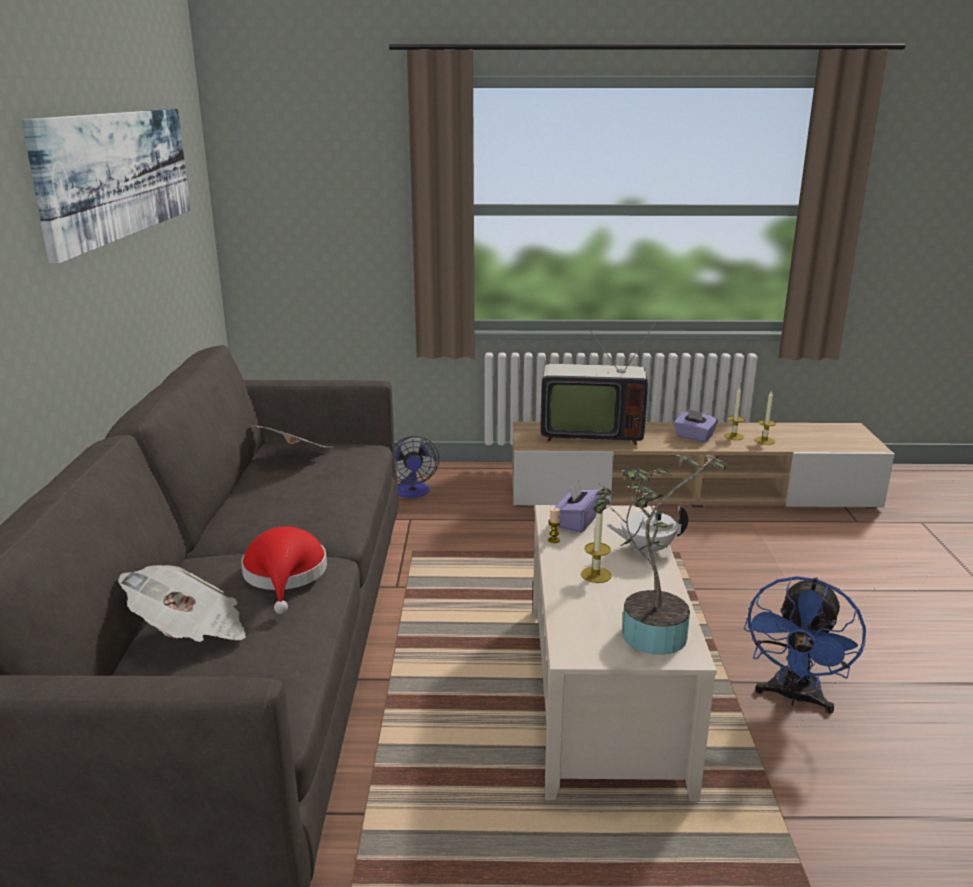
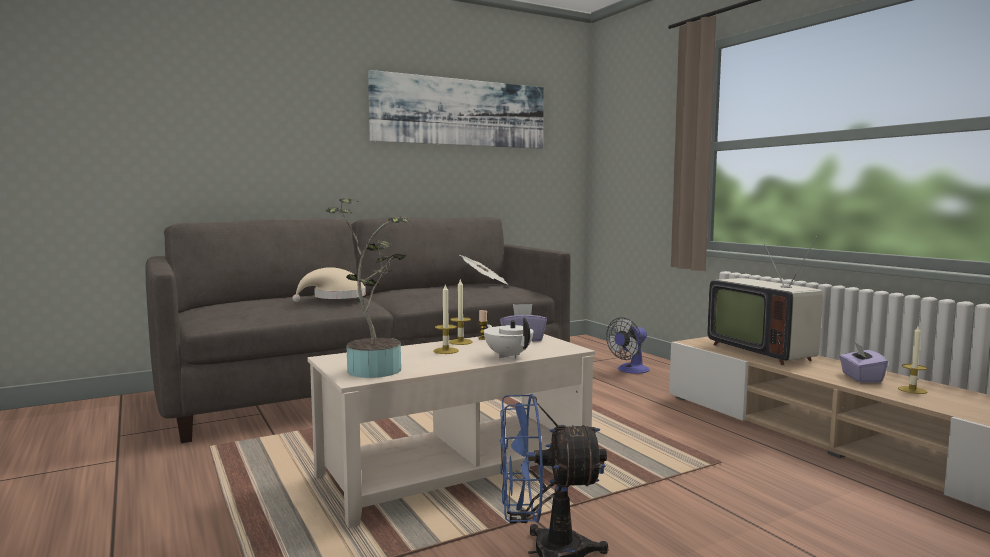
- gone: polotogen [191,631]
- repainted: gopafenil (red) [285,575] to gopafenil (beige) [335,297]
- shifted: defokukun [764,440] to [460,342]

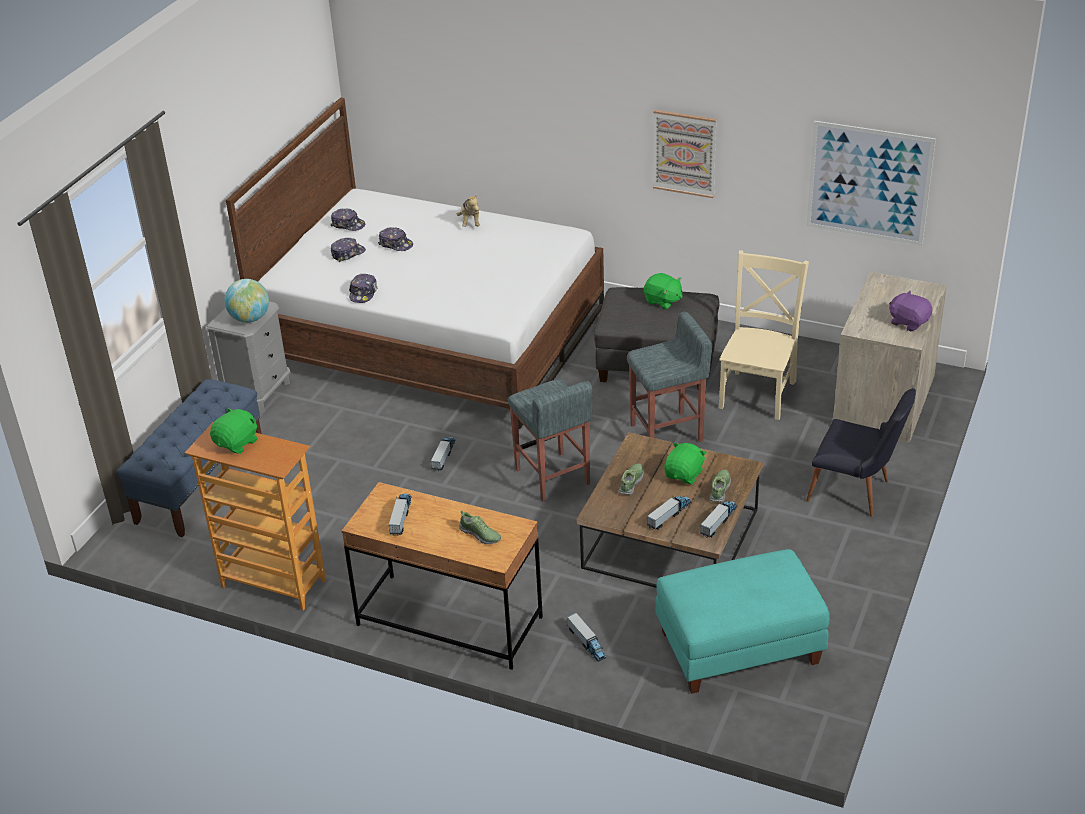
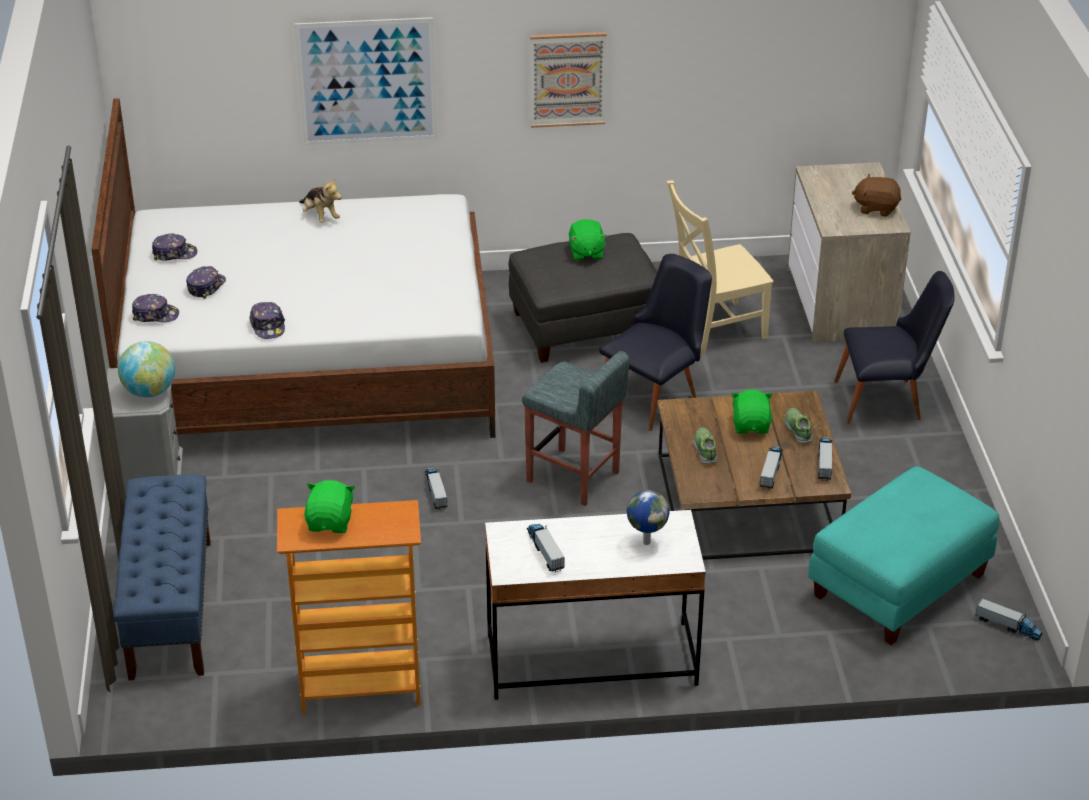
- repainted: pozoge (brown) [449,621] to pozoge (white) [591,660]
- shifted: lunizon [396,244] to [155,315]
- swapped: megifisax [480,535] to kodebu [646,542]
- shifted: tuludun [586,643] to [1008,626]
- swapped: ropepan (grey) [668,433] to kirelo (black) [655,396]
- rotated: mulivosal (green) [663,301] = [586,253] 75 degrees clockwise
- rotated: kirelo (beige) [758,392] = [713,328] 105 degrees counterclockwise
- shifted: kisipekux [869,183] to [367,81]
- repainted: mulivosal (purple) [908,322] to mulivosal (brown) [876,208]

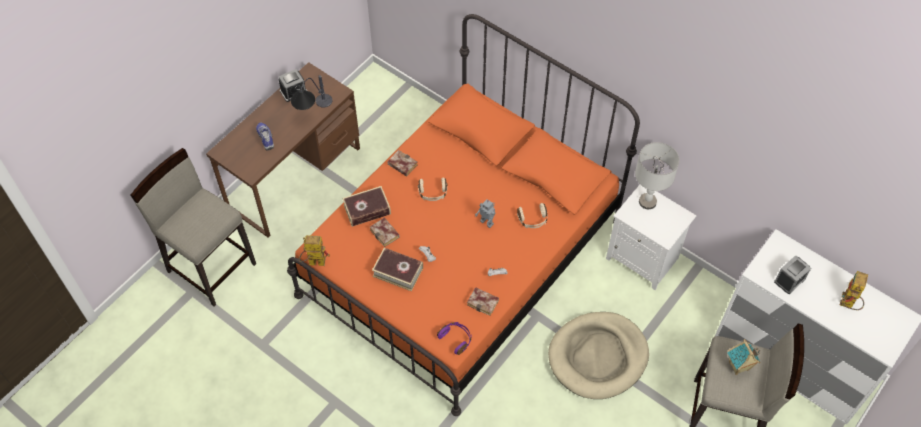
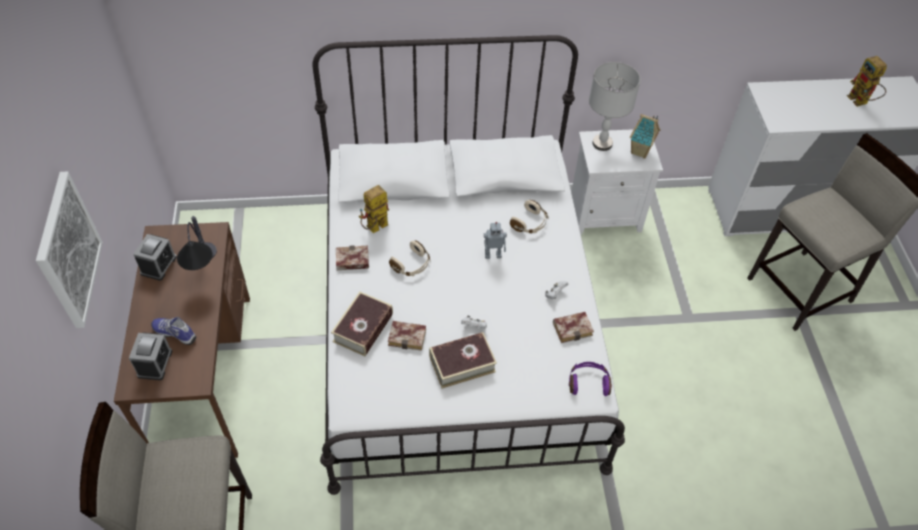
- repainted: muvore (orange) [460,257] to muvore (white) [456,326]
- shifted: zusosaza [313,262] to [374,229]
- gone: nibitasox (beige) [598,357]
- shifted: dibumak [738,367] to [640,152]
- shifted: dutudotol [789,280] to [155,363]
- new: kisipekux [68,250]

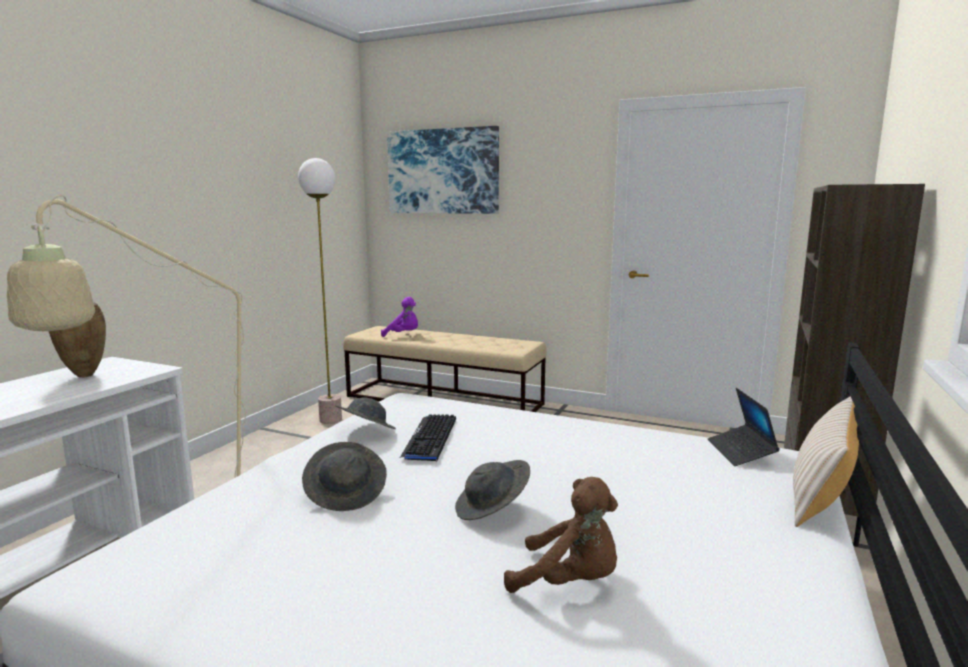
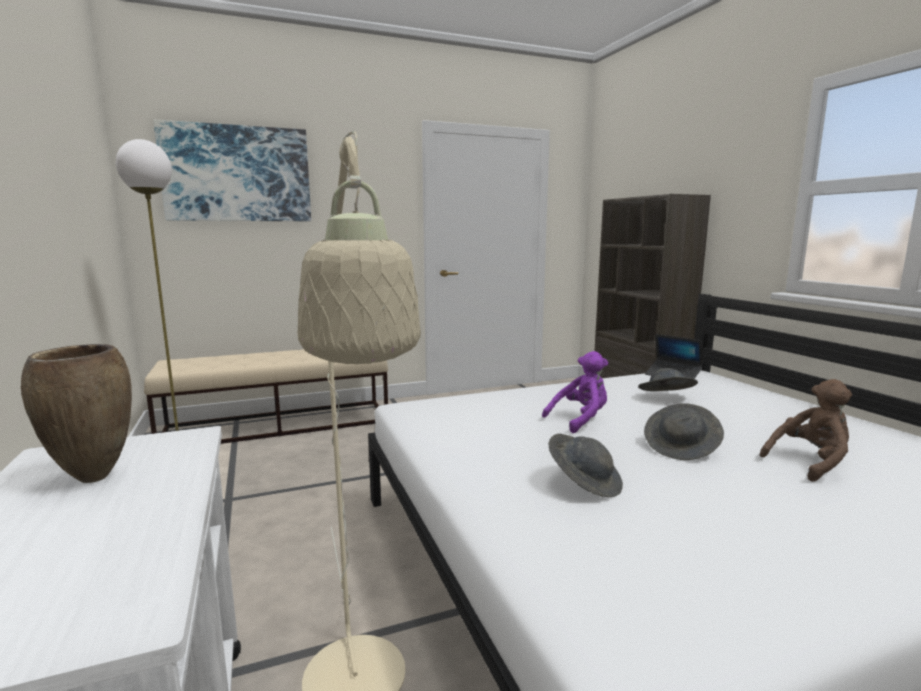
- shifted: gopafenil (grey) [365,432] to [666,398]
- shifted: mulivosal (purple) [403,335] to [580,420]
- gone: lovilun [430,438]
- gone: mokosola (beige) [821,491]

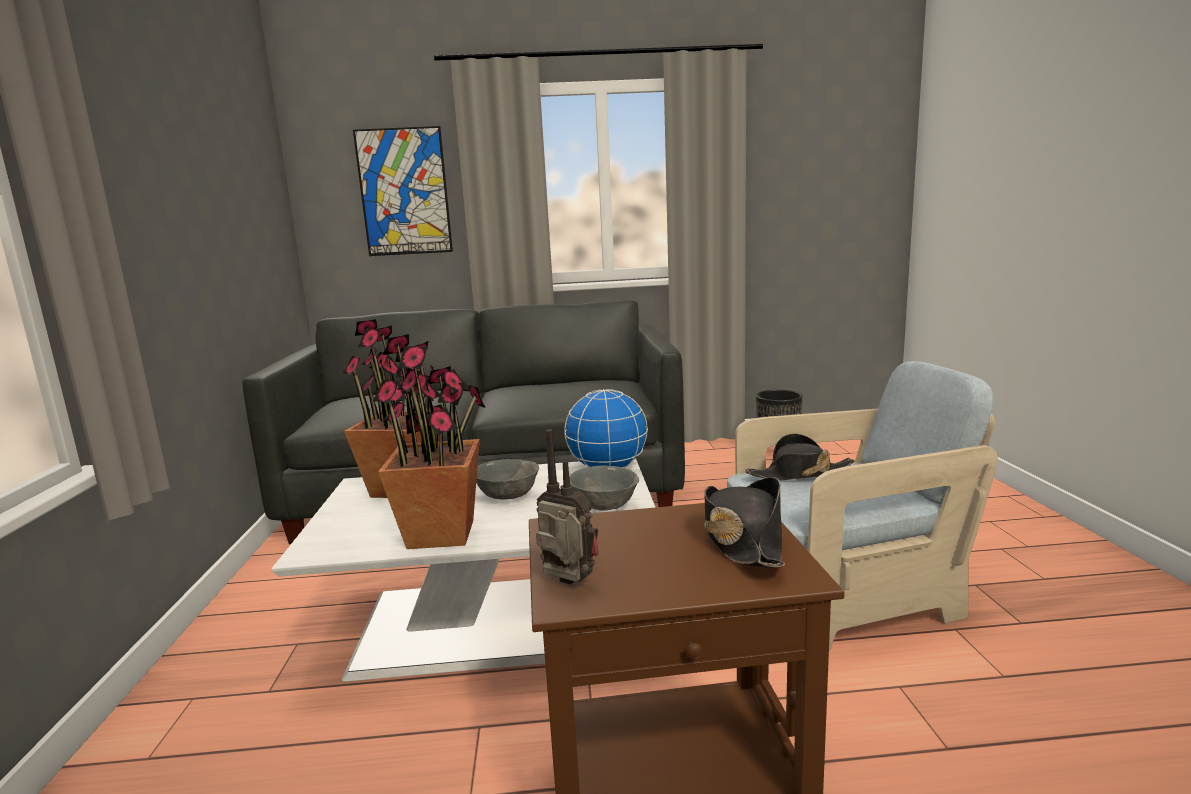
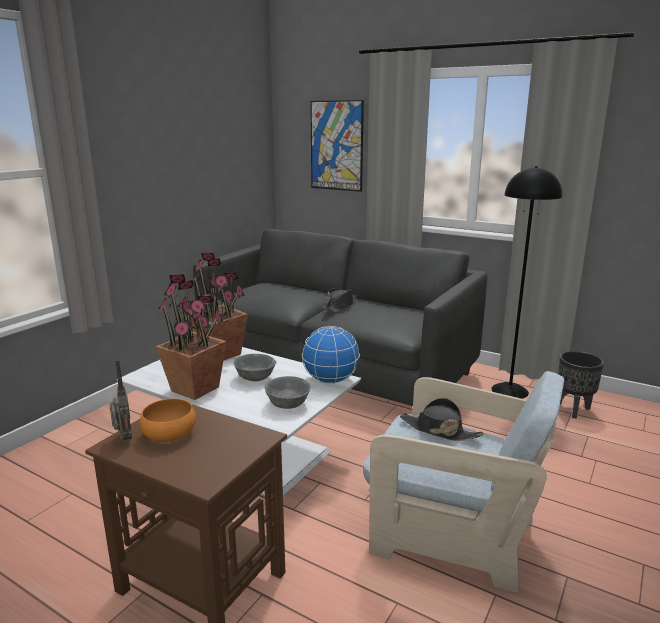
- shifted: gopafenil (black) [742,538] to [340,305]
- new: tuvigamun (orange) [169,433]
- new: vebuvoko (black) [510,390]

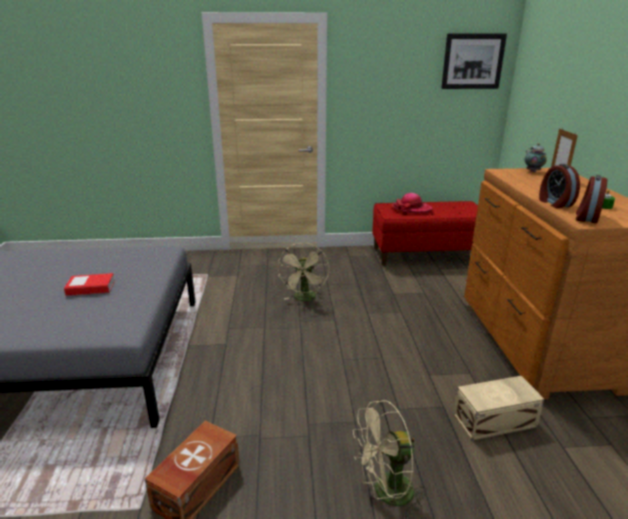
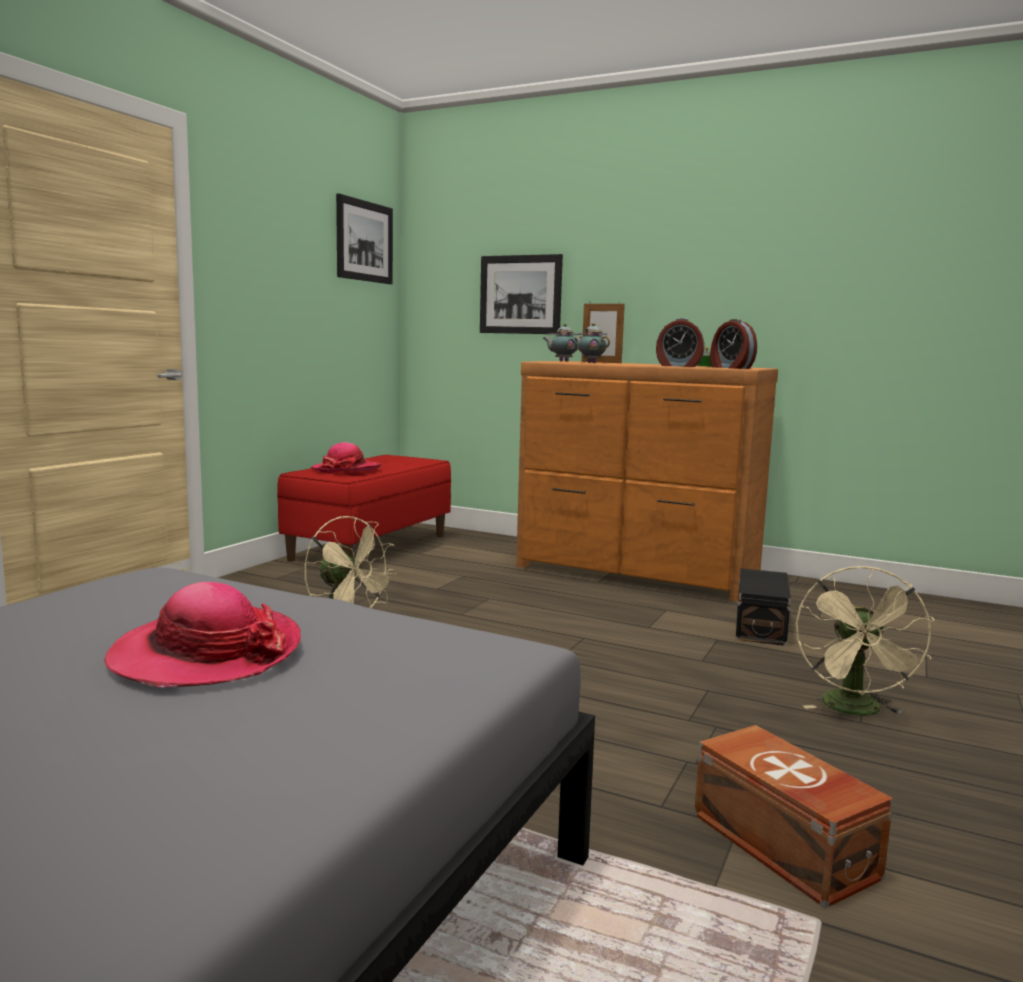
- swapped: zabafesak [91,288] to gopafenil [206,654]
- repainted: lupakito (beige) [496,421] to lupakito (black) [761,626]
- new: kisipekux [520,294]
- new: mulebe [590,363]

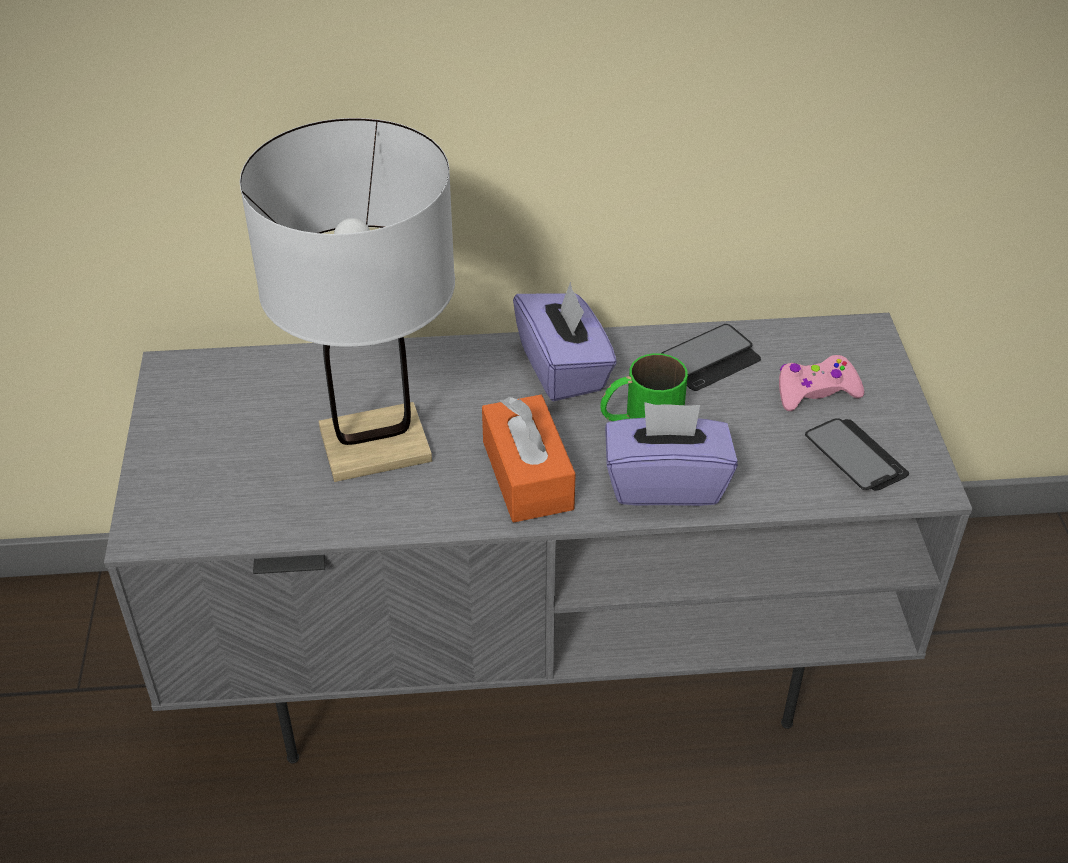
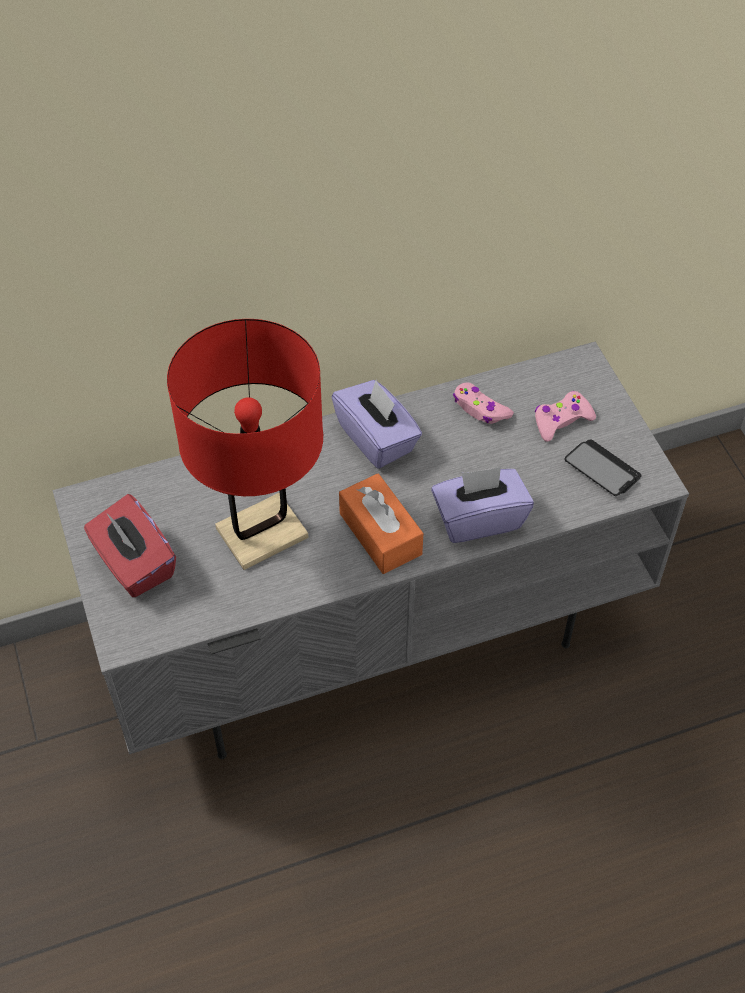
- repainted: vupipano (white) [374,445] to vupipano (red) [262,533]
- gone: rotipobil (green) [640,417]
- swapped: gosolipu [710,360] to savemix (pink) [480,409]
- new: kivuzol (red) [134,564]

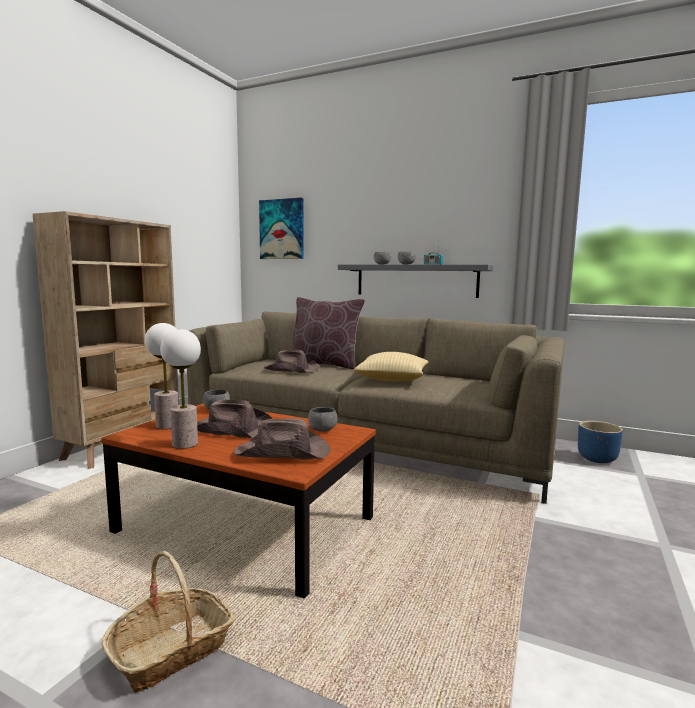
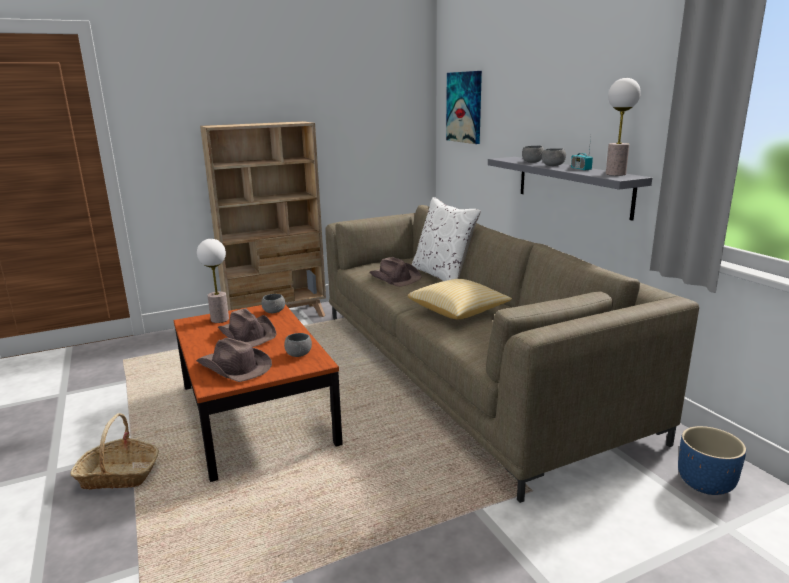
- shifted: vupipano [185,444] to [616,174]
- repainted: mokosola (brown) [324,364] to mokosola (white) [443,275]

